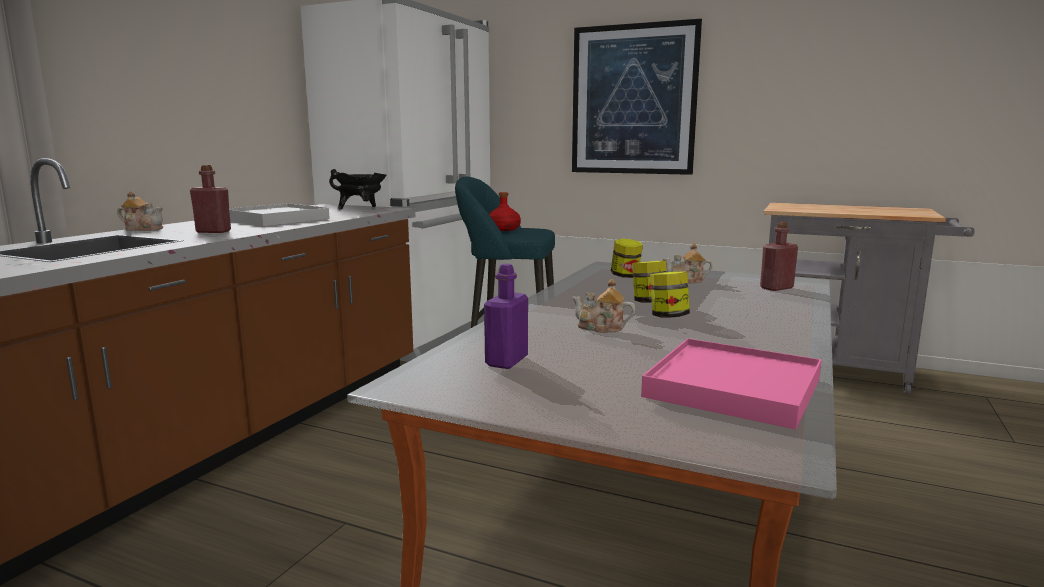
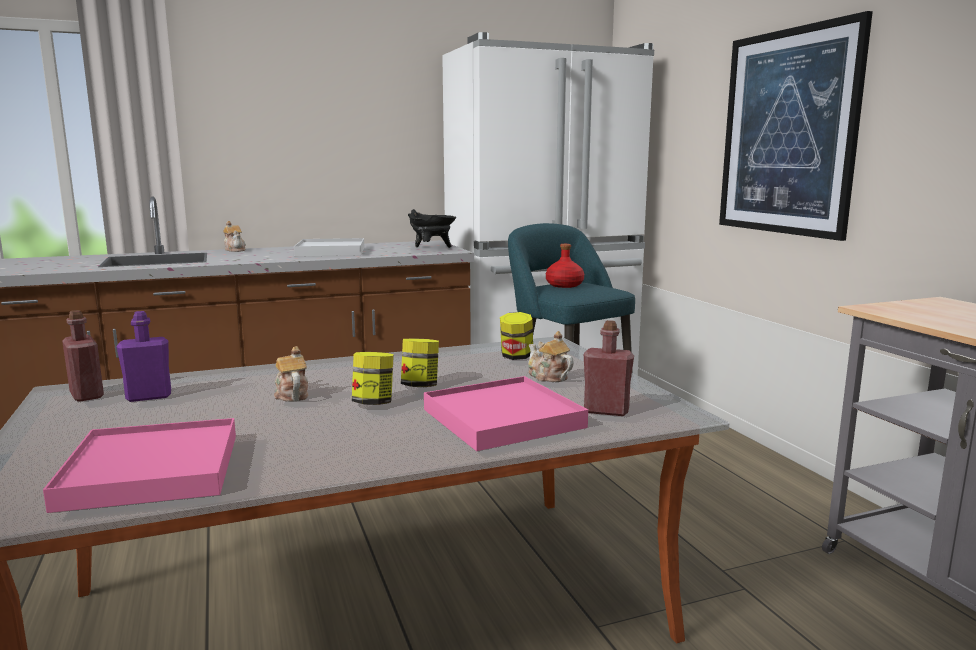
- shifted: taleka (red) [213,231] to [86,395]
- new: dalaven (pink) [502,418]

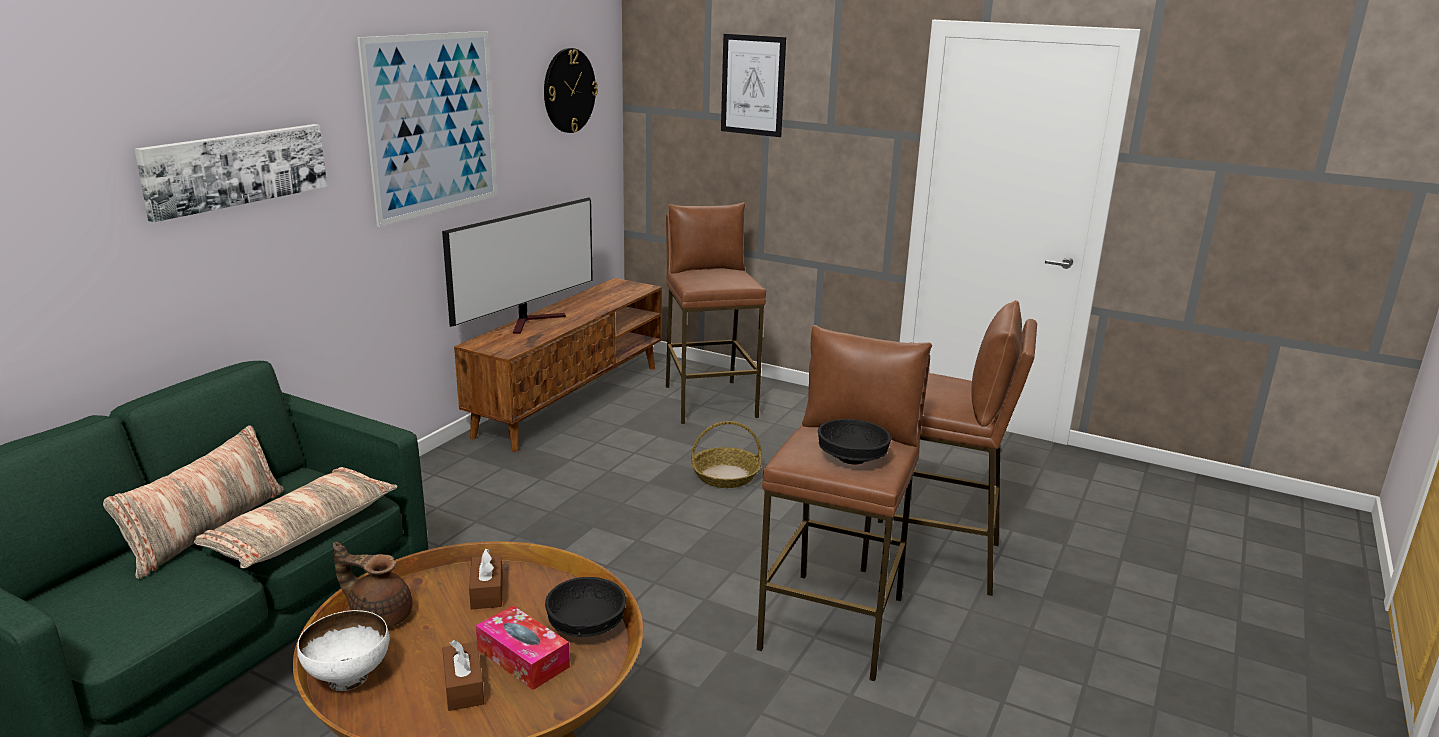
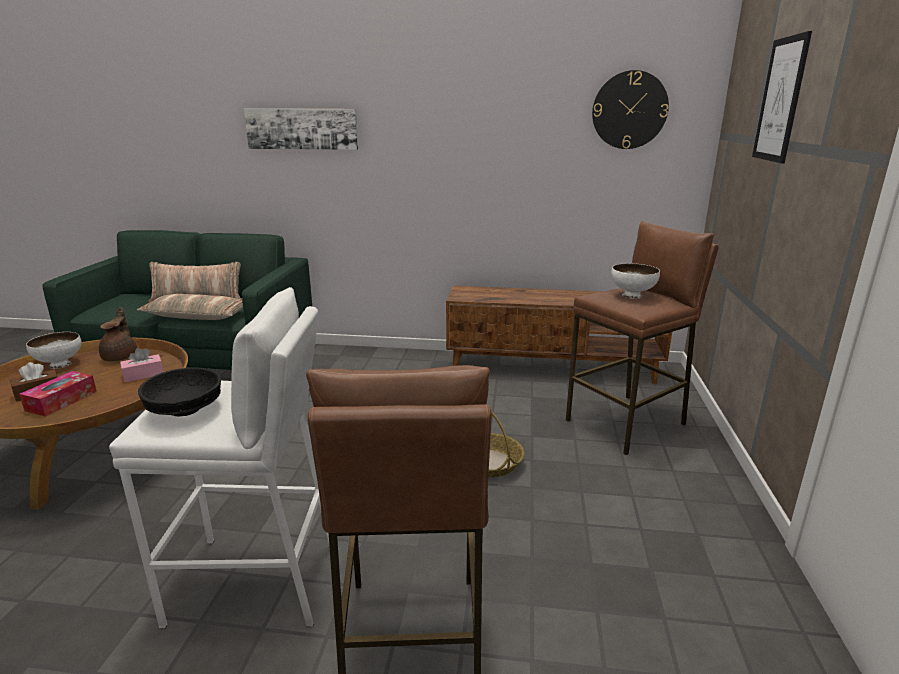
- gone: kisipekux [433,124]
- gone: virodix [532,321]
- repainted: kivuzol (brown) [487,592] to kivuzol (pink) [143,375]
- gone: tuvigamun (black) [585,625]
- repainted: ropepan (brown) [835,623] to ropepan (white) [256,582]
- new: tuvigamun (white) [632,296]

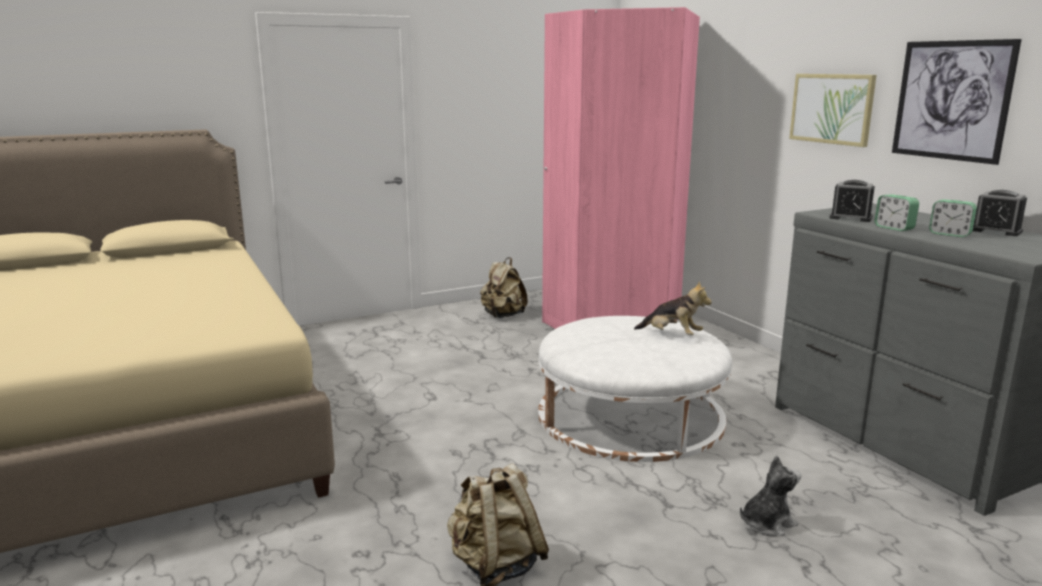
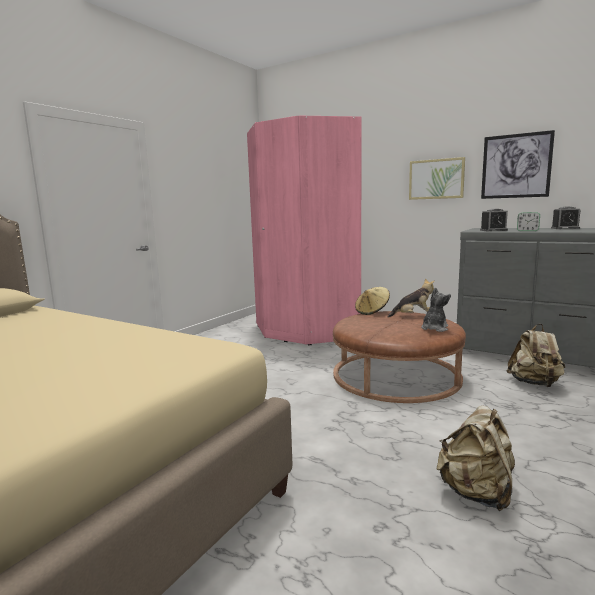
- shifted: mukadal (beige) [503,316] to [534,383]
- repainted: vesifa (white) [630,415] to vesifa (brown) [396,375]
- shifted: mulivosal [767,523] to [434,328]
- gone: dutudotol [950,234]
- new: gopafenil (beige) [372,311]

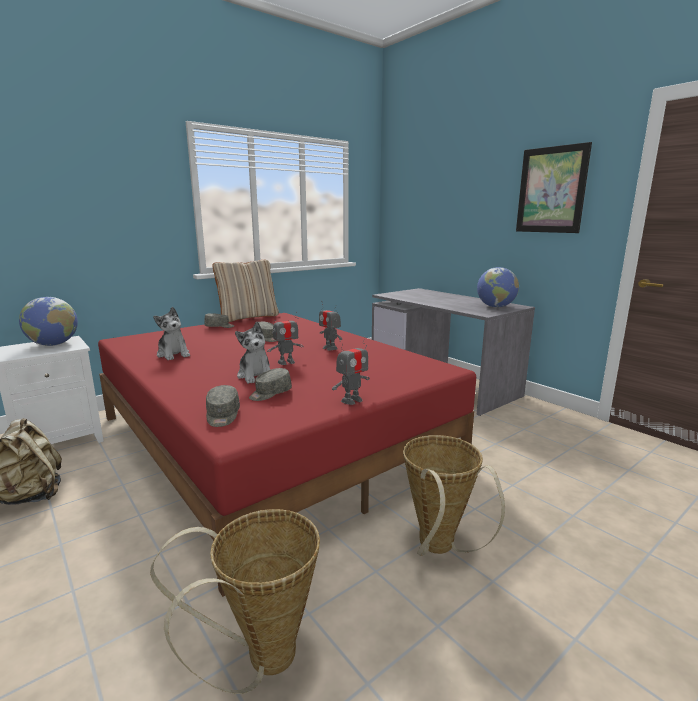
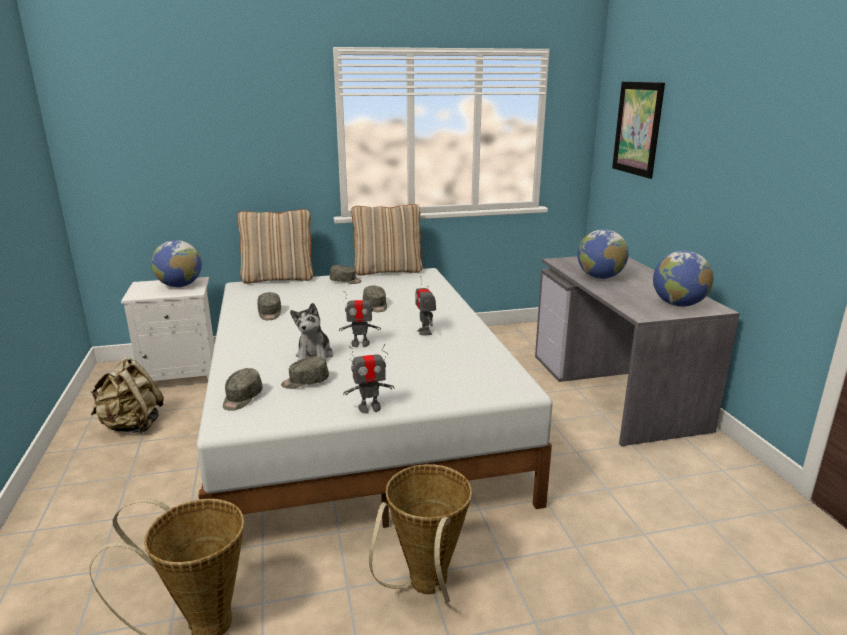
- repainted: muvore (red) [270,439] to muvore (white) [357,418]
- swapped: mulivosal [173,354] to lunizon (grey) [270,313]
- shifted: kisipekux [551,190] to [637,128]
- new: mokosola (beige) [278,278]
- new: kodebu [600,277]

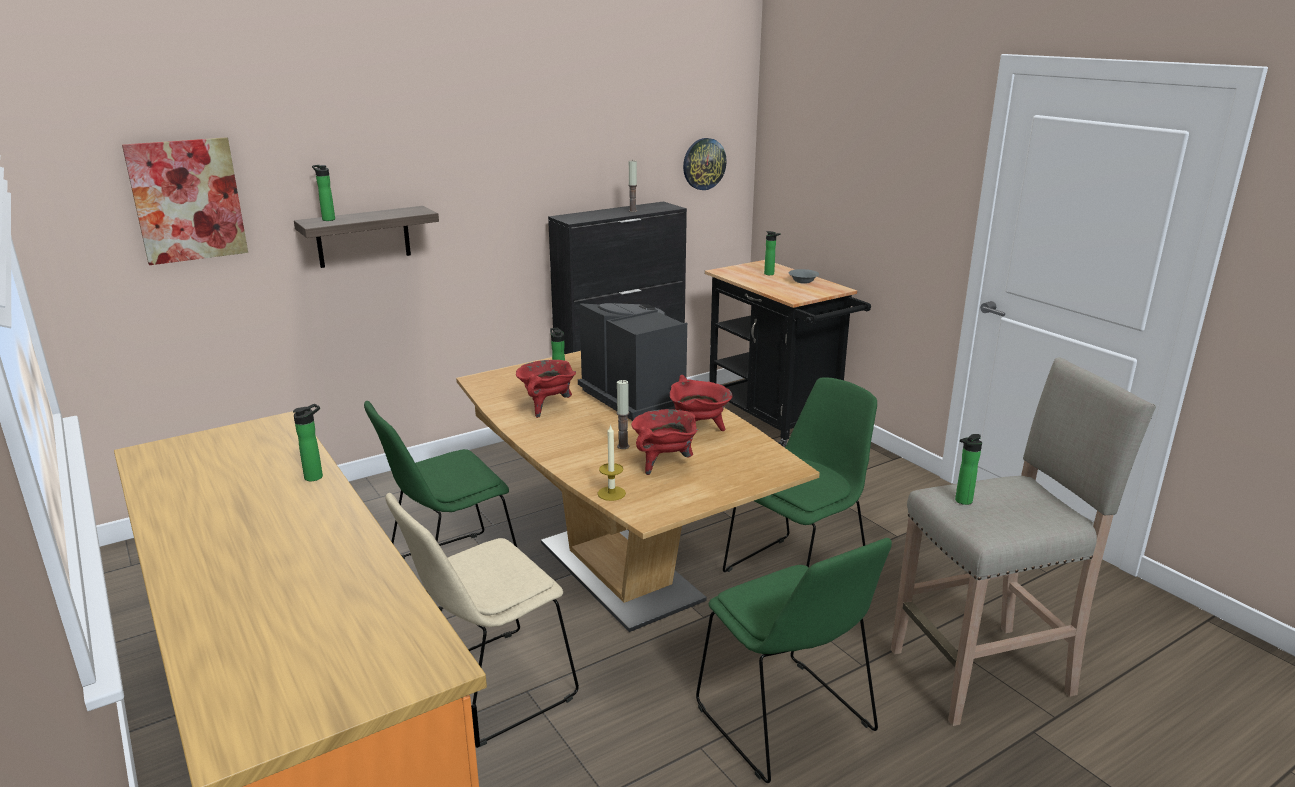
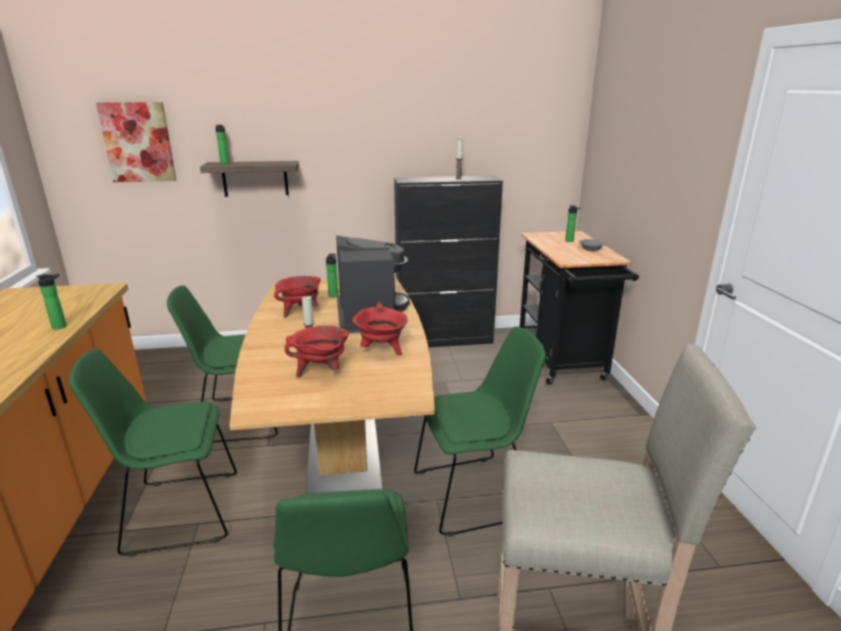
- repainted: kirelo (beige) [488,688] to kirelo (green) [177,512]
- gone: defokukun [611,493]
- gone: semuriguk [703,164]
- gone: taleka [961,501]

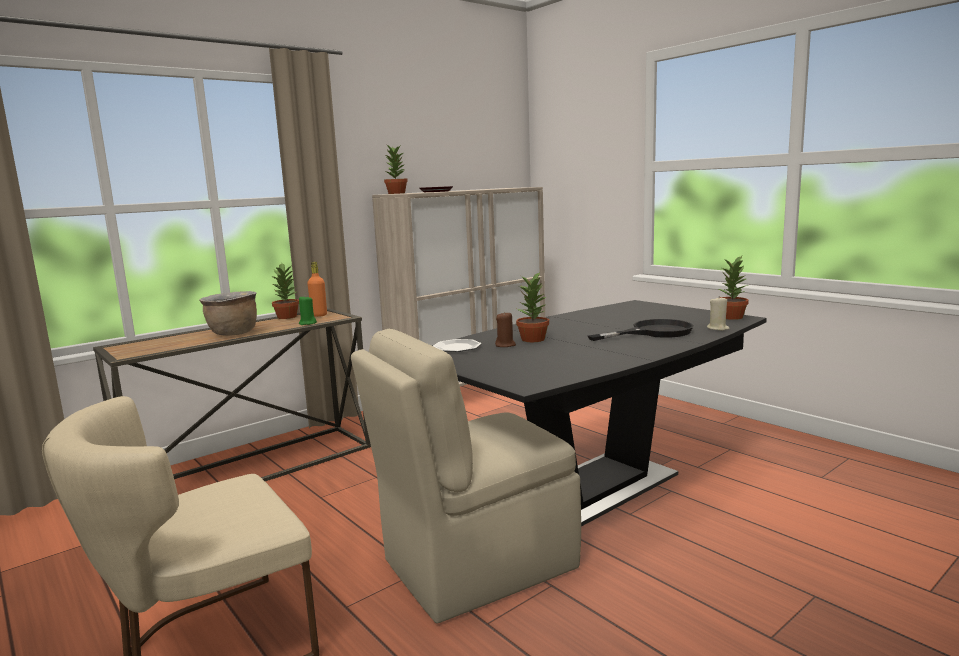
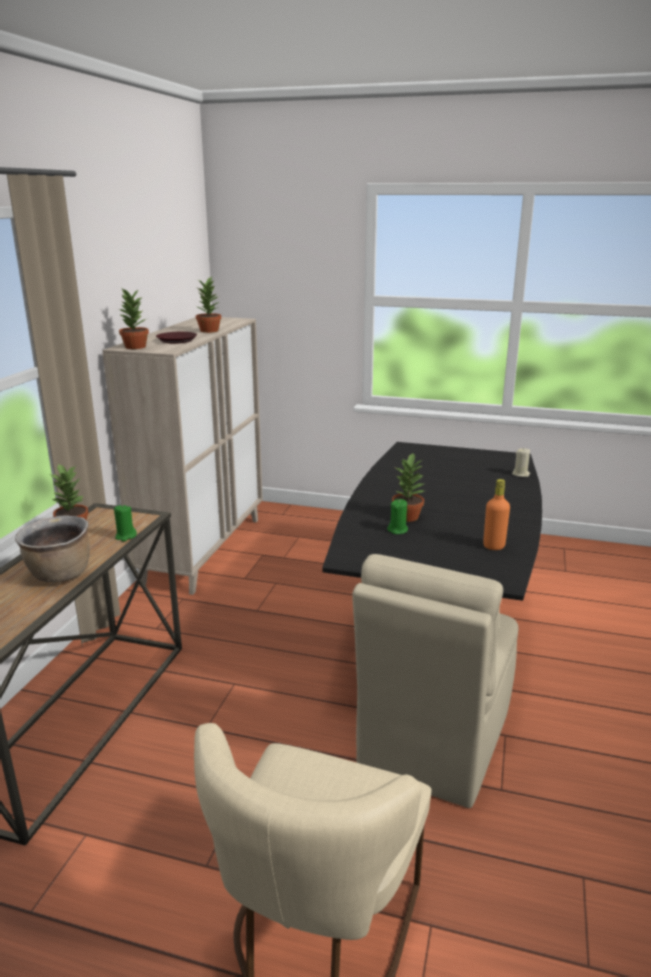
- shifted: taleka (orange) [319,315] to [494,546]
- gone: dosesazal [457,348]
- repainted: defokukun (brown) [505,345] to defokukun (green) [398,530]
- gone: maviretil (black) [653,332]
- shifted: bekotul [732,317] to [210,331]

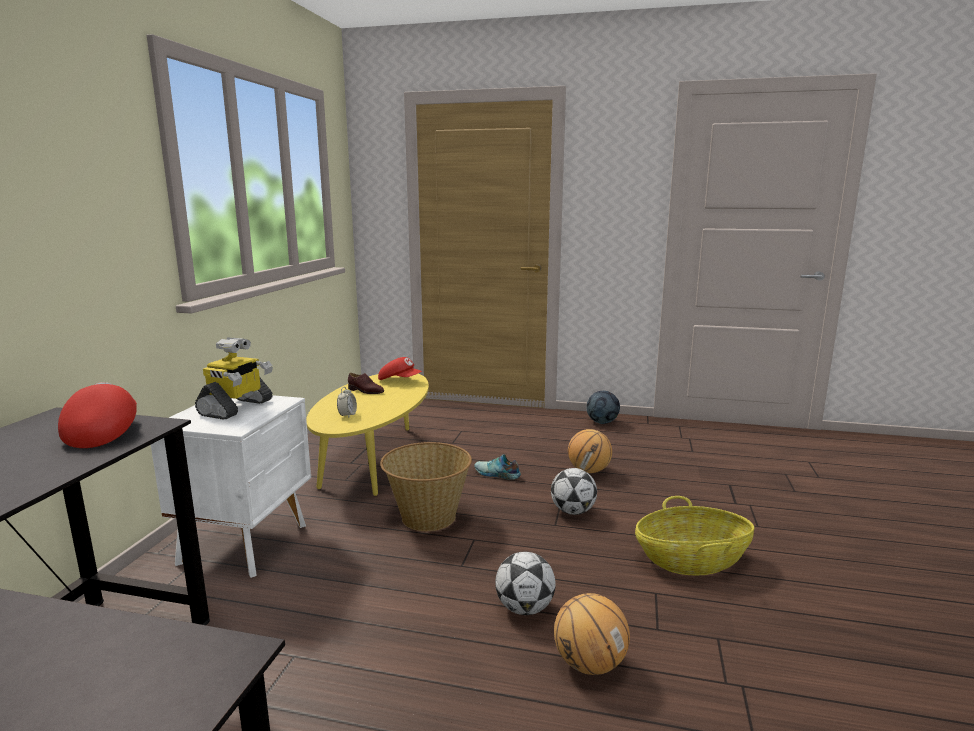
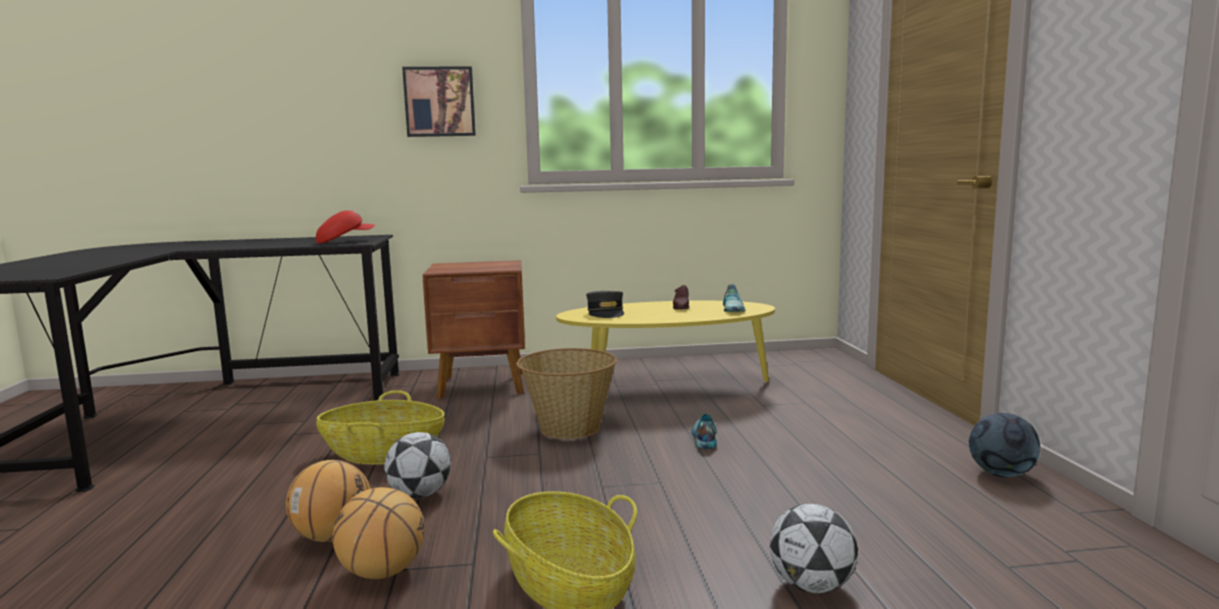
- repainted: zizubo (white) [247,543] to zizubo (brown) [483,385]
- gone: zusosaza [237,408]
- swapped: dutudotol [347,415] to lunizon (grey) [606,313]
- swapped: lunizon (red) [400,381] to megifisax [733,309]
- shifted: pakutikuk [572,511] to [812,586]
- shifted: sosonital [589,471] to [382,572]
- new: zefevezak [383,453]
- new: kisipekux [440,102]

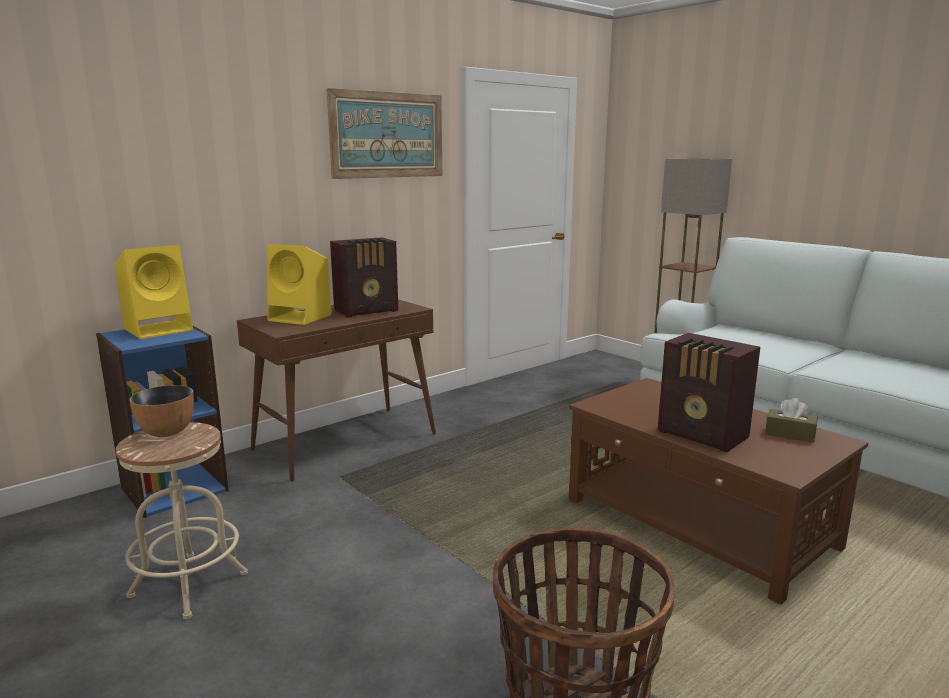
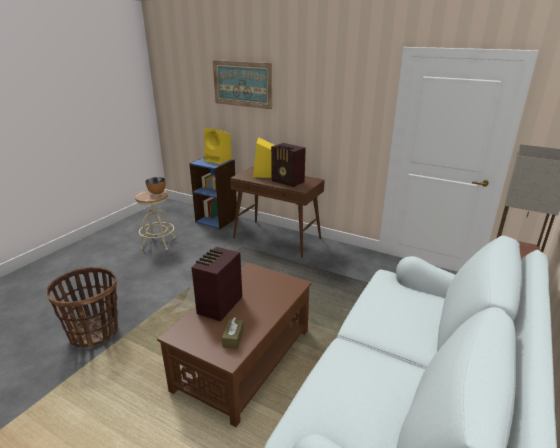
- shifted: kisipekux [387,135] to [242,84]

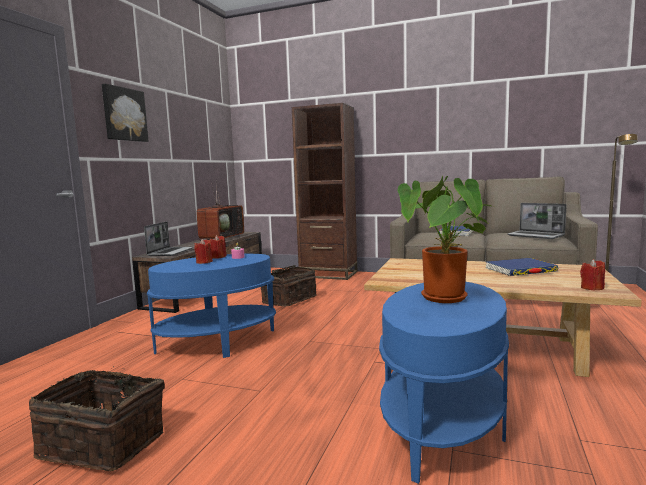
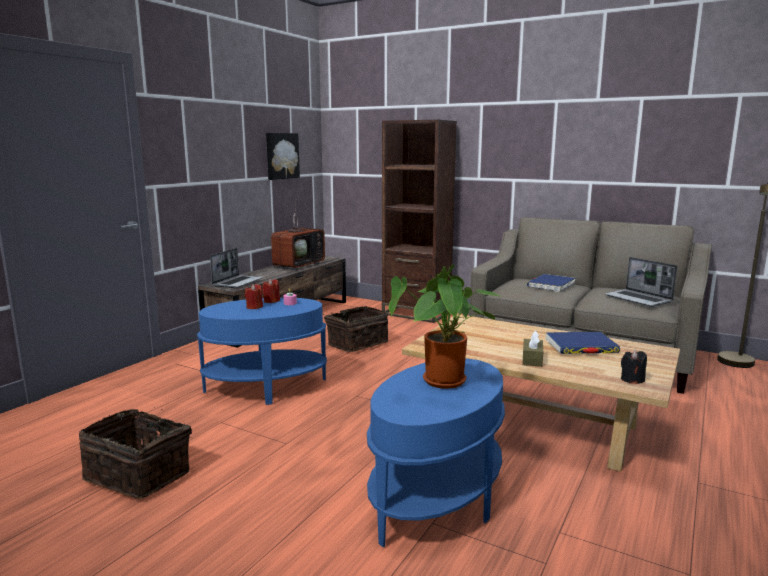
- shifted: kisipekux [124,114] to [281,156]
- repainted: defokukun (red) [592,288] to defokukun (black) [632,380]
- new: kivuzol (brown) [532,359]

